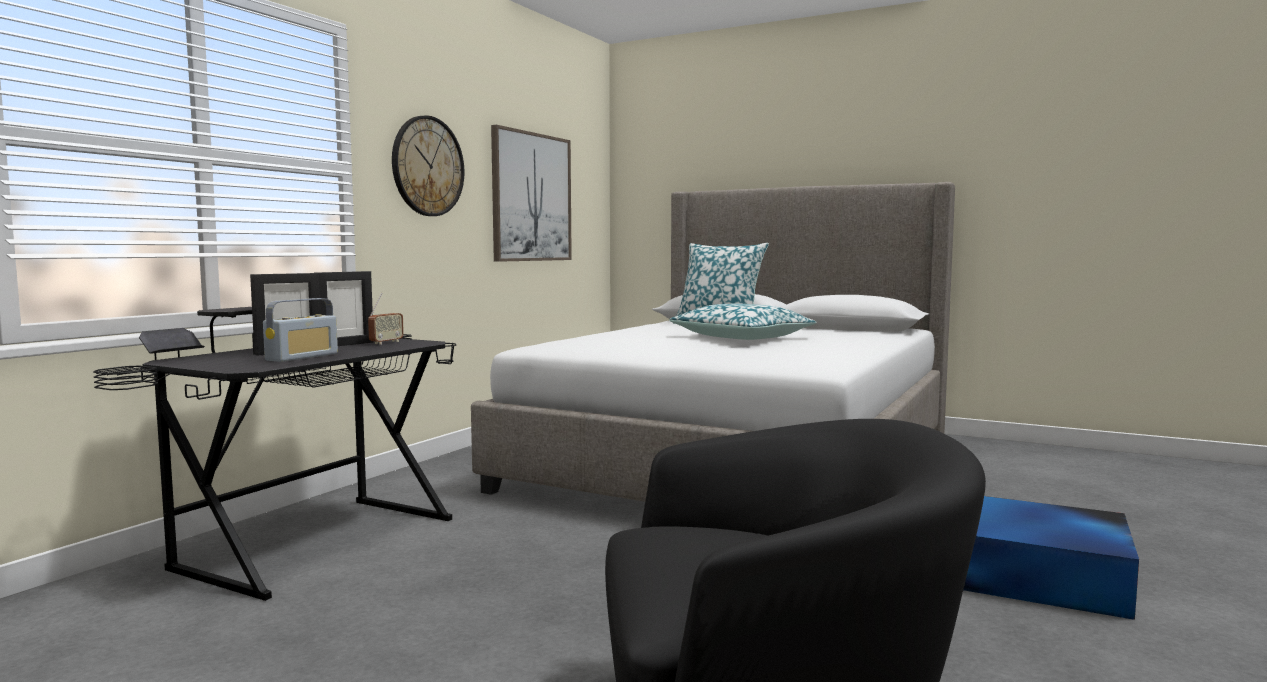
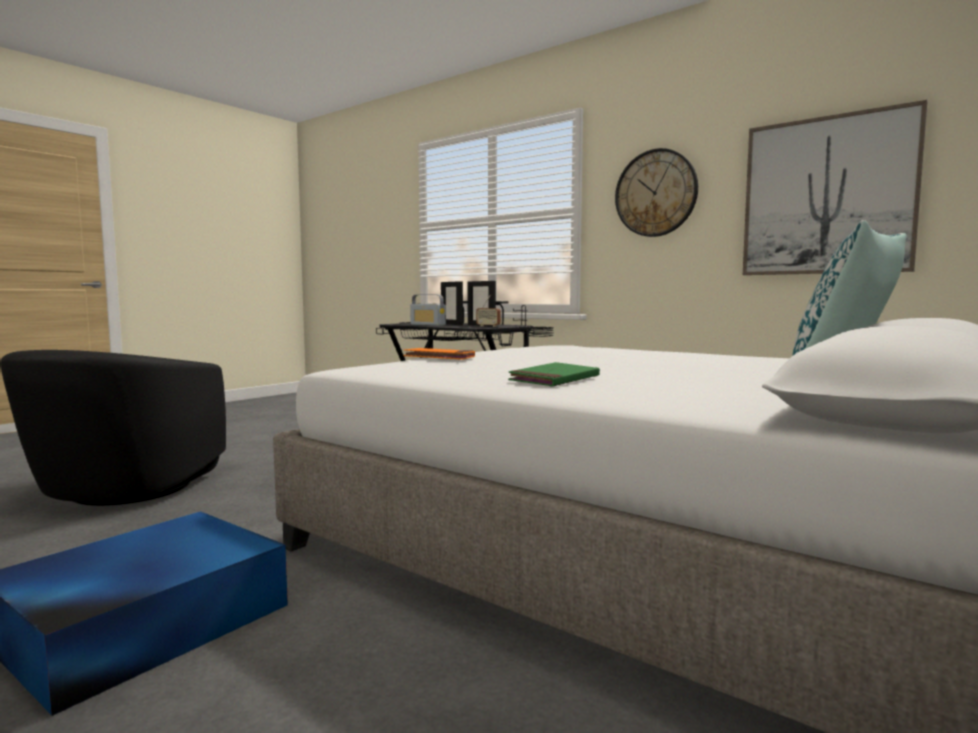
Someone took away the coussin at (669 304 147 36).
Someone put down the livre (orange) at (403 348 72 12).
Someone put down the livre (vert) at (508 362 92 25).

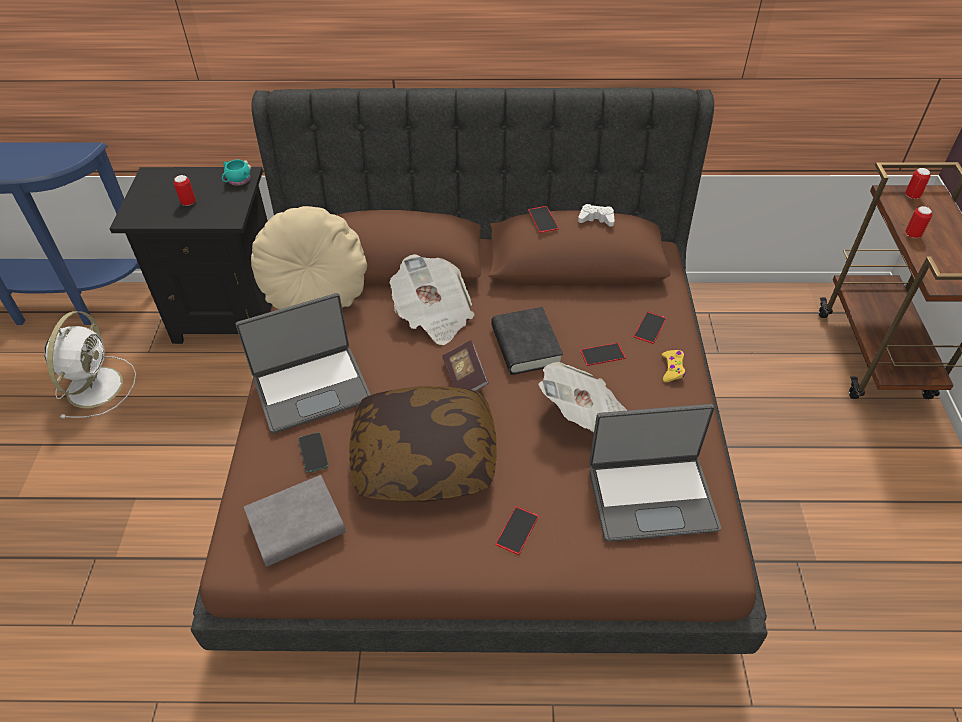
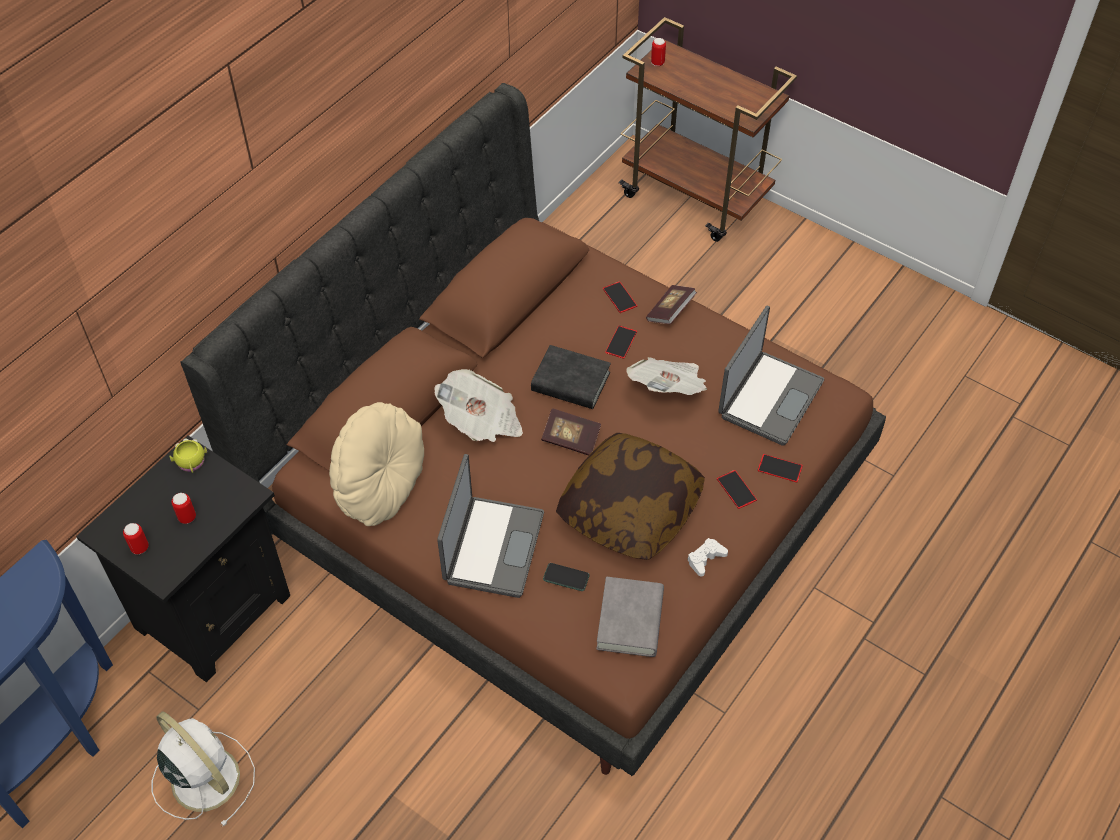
Someone repainted the mug (turquoise) at (222 159 29 27), which became the mug (jaune) at (169 439 38 34).
Someone carried the manette (blanc) from (578 204 37 23) to (687 538 41 39).
Someone carried the téléphone from (528 206 31 27) to (758 454 45 28).
Someone carried the boîte métallique from (905 206 27 32) to (123 523 26 31).
Someone swapped the manette (jaune) at (662 350 24 32) for the livre at (646 285 51 39).

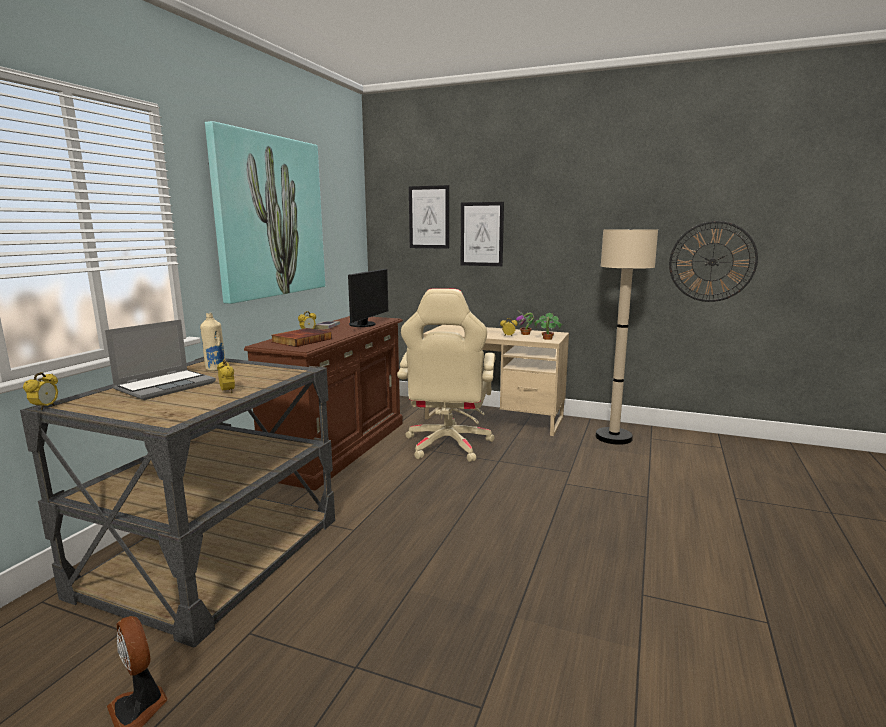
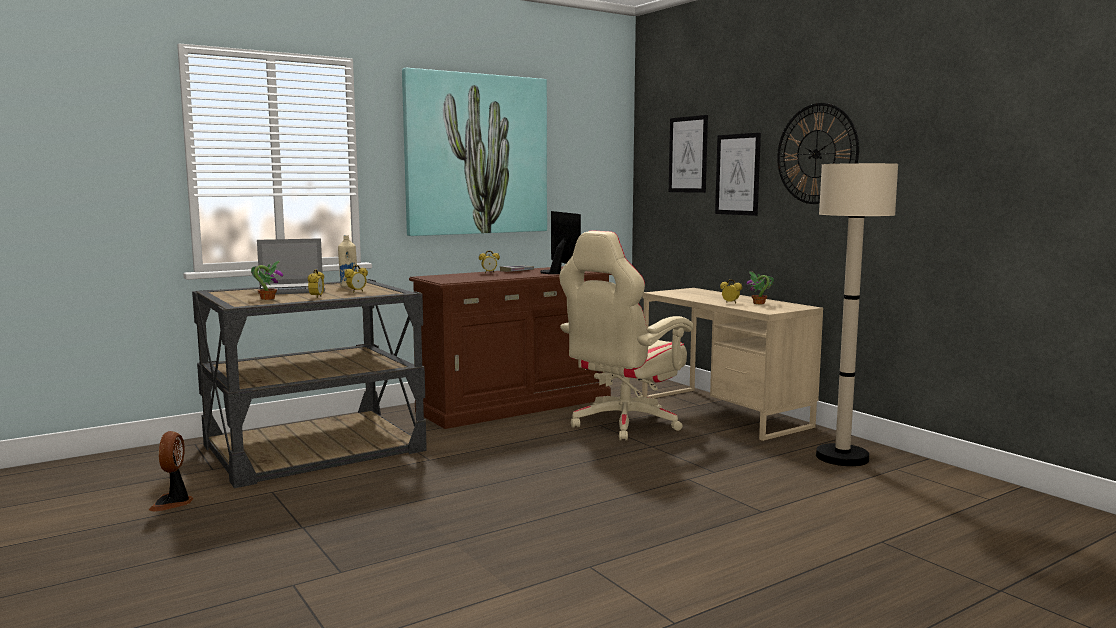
Someone carried the horloge murale from (669 221 89 81) to (777 103 82 101).
Someone rotated the écran d'ordinateur at (348 269 40 58) by 75 degrees counterclockwise.
Someone carried the plante en pot from (534 313 29 27) to (251 260 32 40).
Someone took away the livre at (271 328 61 19).
Someone carried the réveil from (23 372 35 38) to (344 265 24 28).

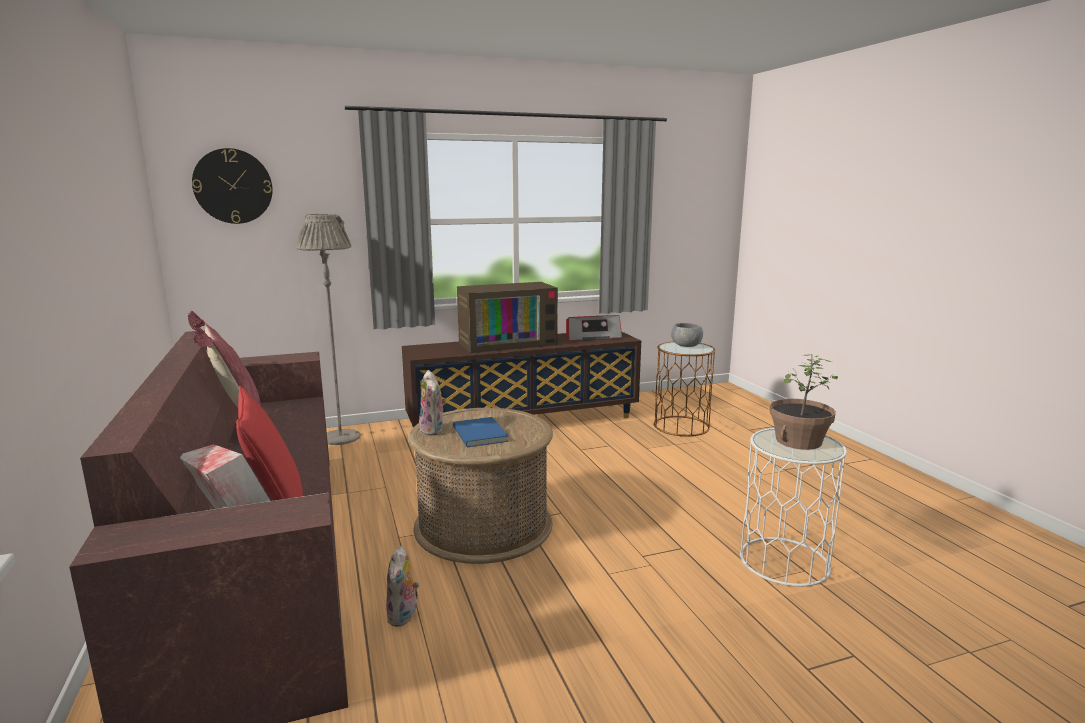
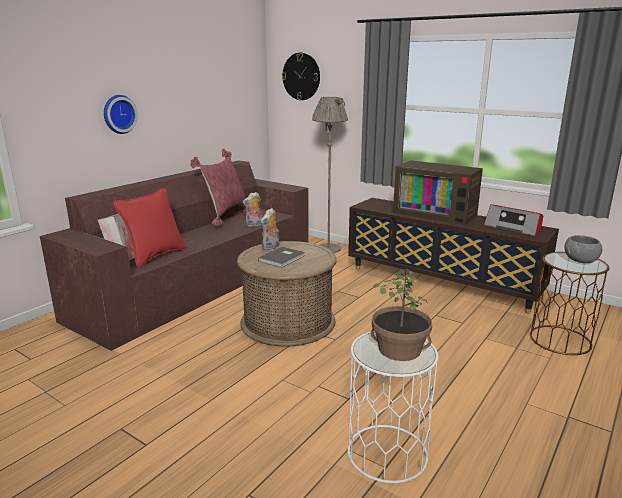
Someone repainted the livre (bleu) at (453 417 55 30), which became the livre (gris) at (258 247 47 21).
Someone carried the peluche from (386 546 33 81) to (243 192 19 35).
Someone put up the horloge murale at (104 95 34 39).

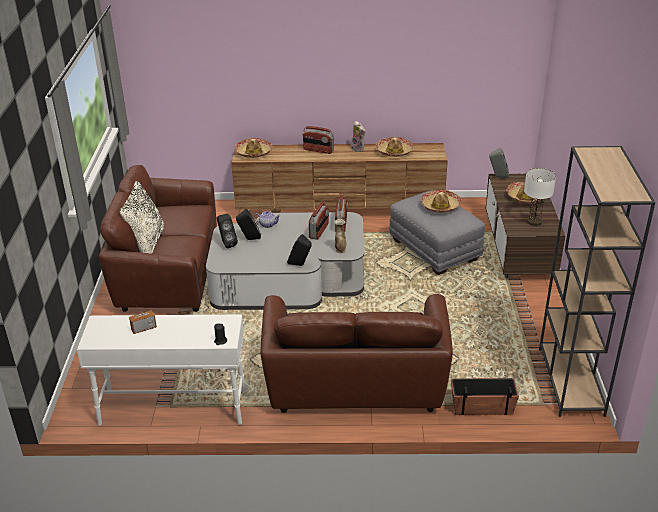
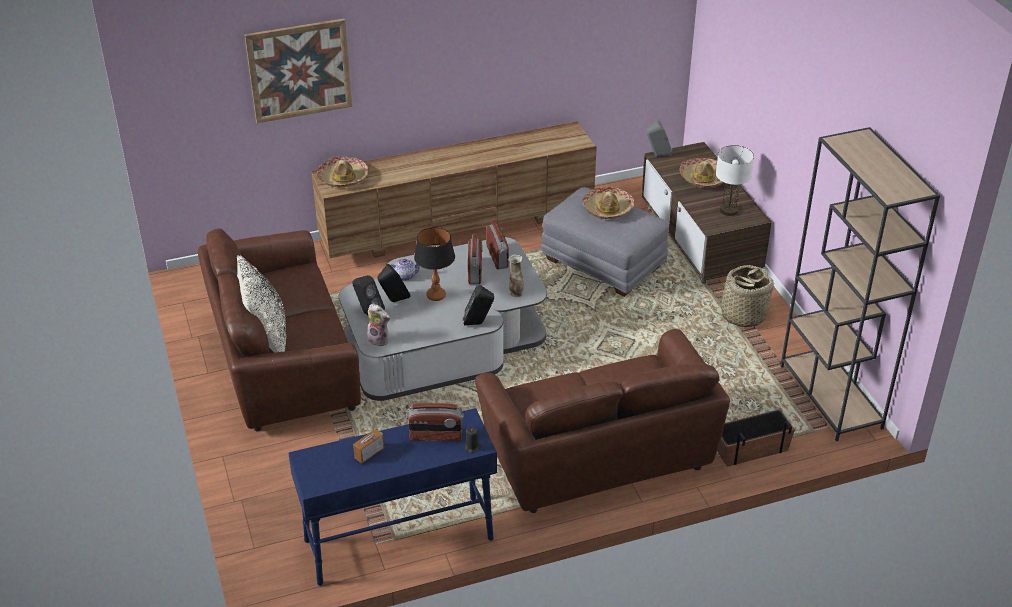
Someone carried the peluche from (351 121 14 31) to (367 304 23 43).
Someone carried the radio from (303 126 31 28) to (406 403 58 38).
Someone took away the chapeau at (375 137 39 20).
Someone repainted the table console (blanc) at (77 314 169 112), which became the table console (bleu) at (288 408 209 178).
Someone put up the tableau at (244 19 108 104).
Someone put down the lampe de table at (414 227 41 74).
Someone put down the panier at (712 265 62 63).

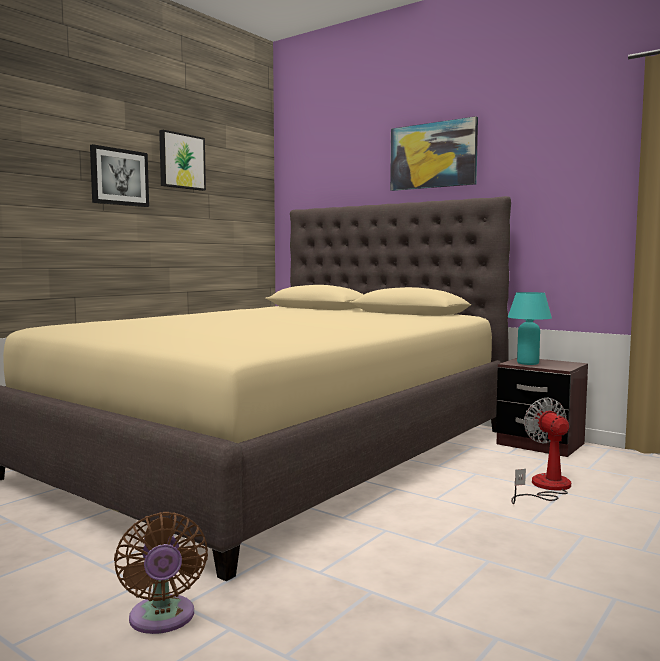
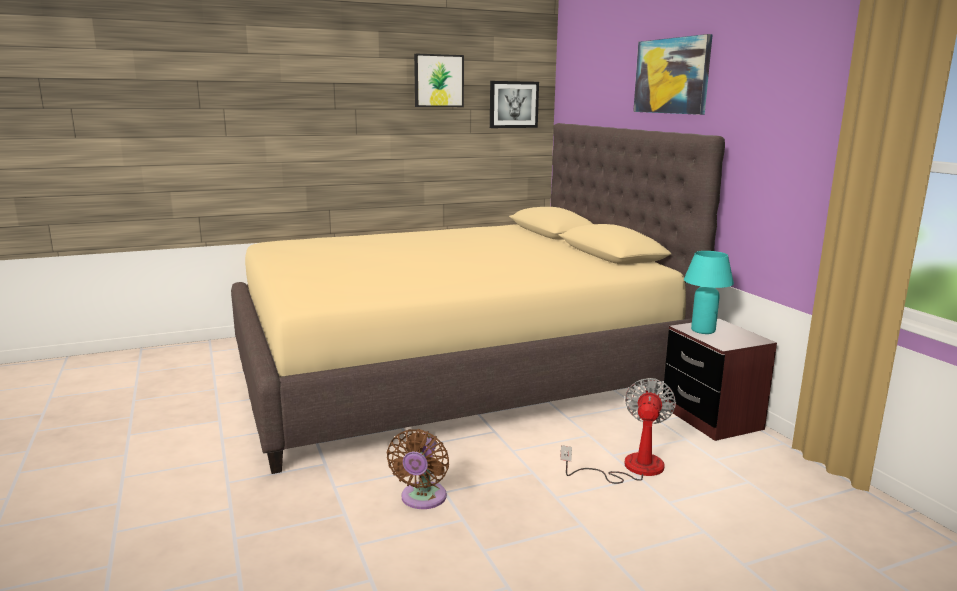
Someone carried the tableau from (90 144 59 63) to (490 81 49 47).
Someone carried the ventilateur (marron) from (114 512 94 122) to (387 429 62 80).

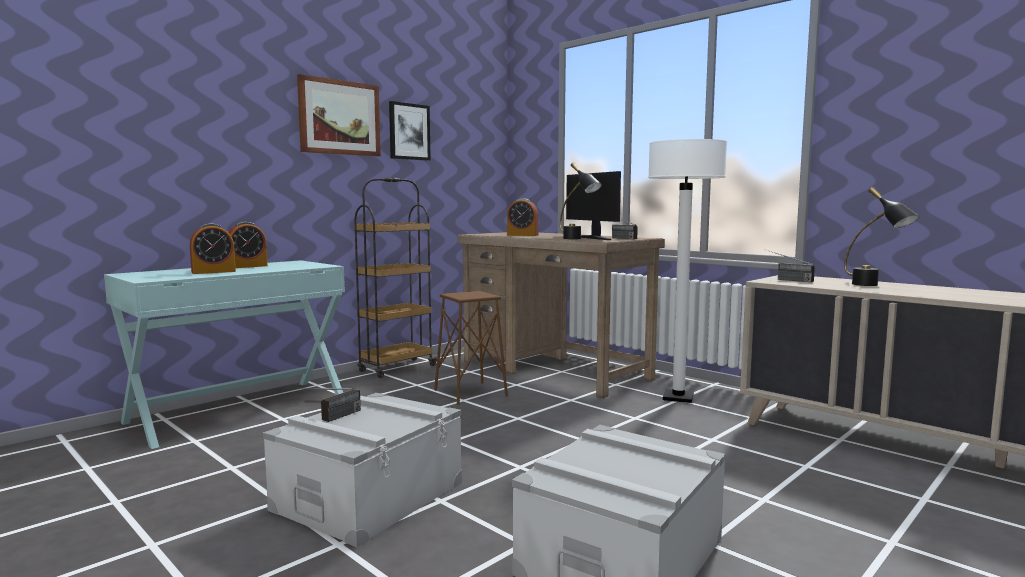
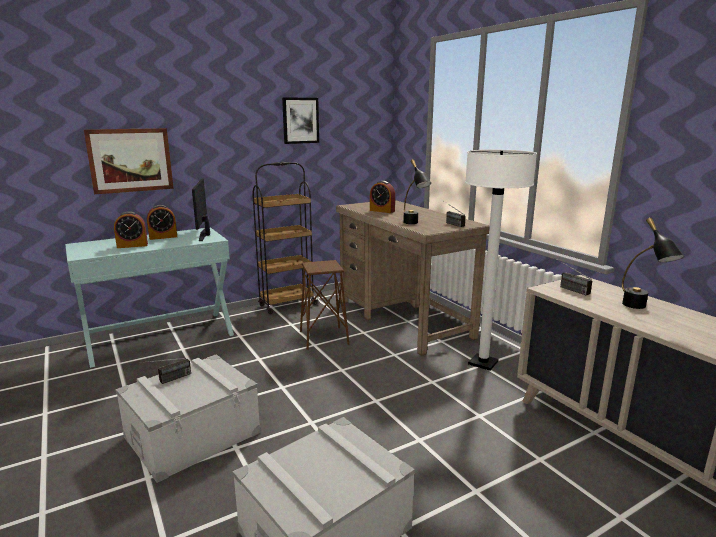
Someone carried the tableau from (297 74 84 82) to (84 128 90 66).
Someone carried the écran d'ordinateur from (566 171 55 69) to (192 179 18 62).

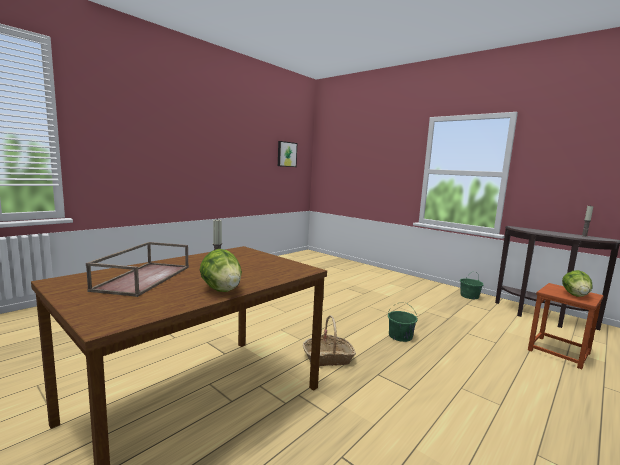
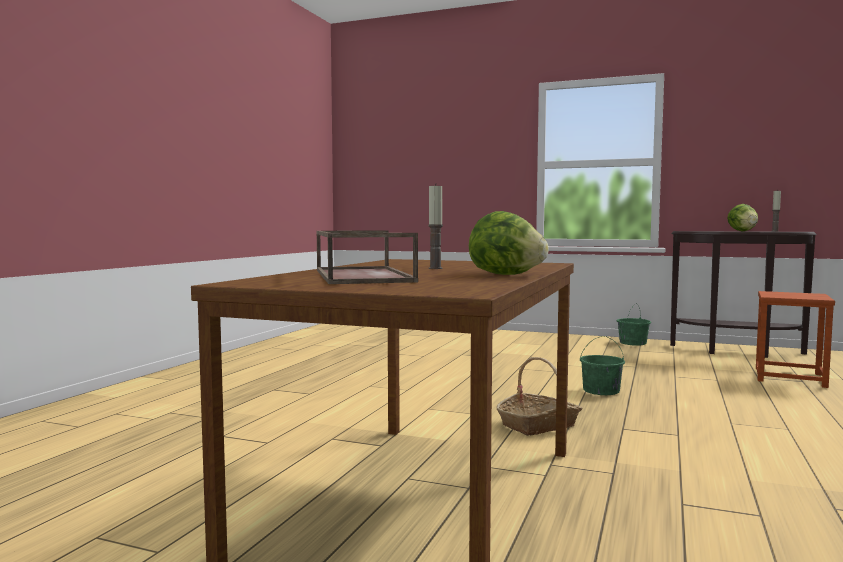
Someone took away the tableau at (278 141 19 26).
Someone carried the laitue from (562 270 31 27) to (727 204 31 27).

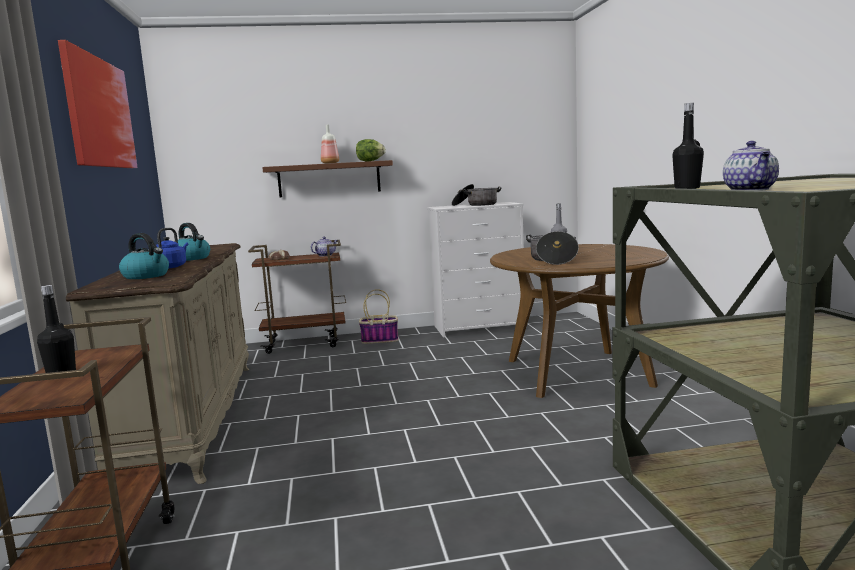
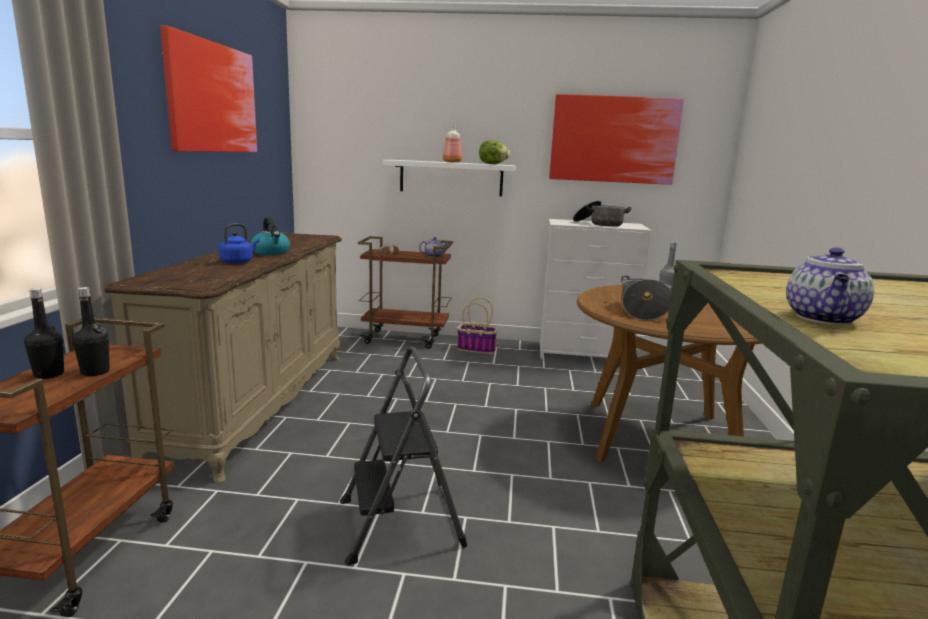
Someone carried the bouteille (noir) from (672 103 32 86) to (73 287 37 89).
Someone repainted the étagère (marron) at (262 160 131 37), which became the étagère (blanc) at (383 160 133 36).
Someone took away the bouilloire at (119 233 50 46).
Someone put up the tableau at (549 94 135 91).
Someone put down the escabeau (noir) at (340 346 127 220).

